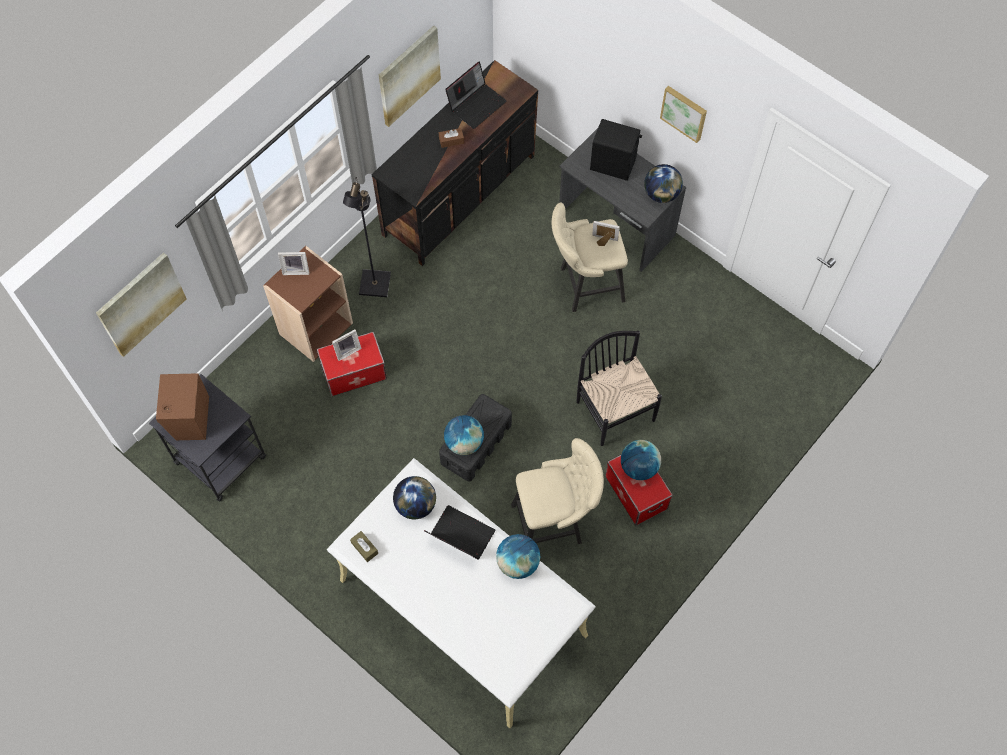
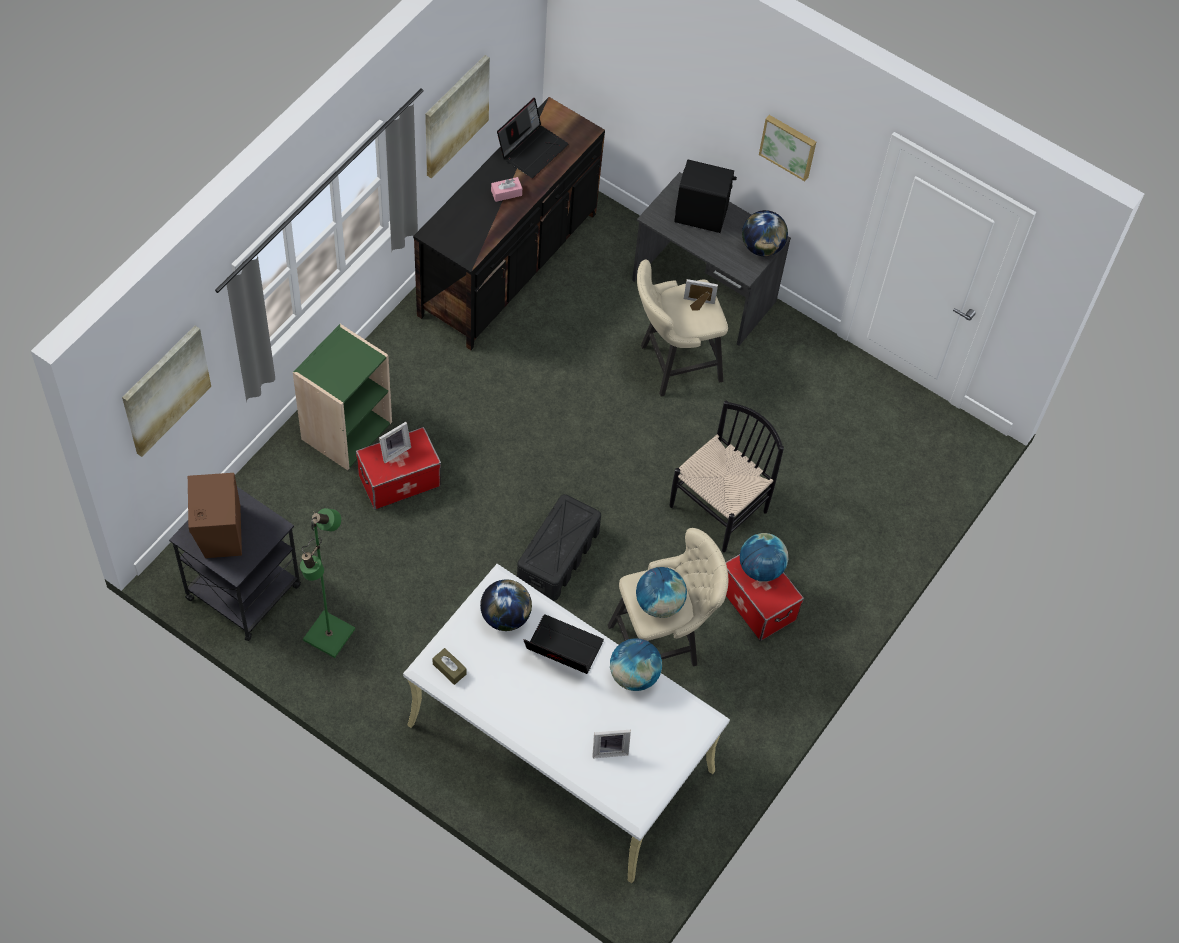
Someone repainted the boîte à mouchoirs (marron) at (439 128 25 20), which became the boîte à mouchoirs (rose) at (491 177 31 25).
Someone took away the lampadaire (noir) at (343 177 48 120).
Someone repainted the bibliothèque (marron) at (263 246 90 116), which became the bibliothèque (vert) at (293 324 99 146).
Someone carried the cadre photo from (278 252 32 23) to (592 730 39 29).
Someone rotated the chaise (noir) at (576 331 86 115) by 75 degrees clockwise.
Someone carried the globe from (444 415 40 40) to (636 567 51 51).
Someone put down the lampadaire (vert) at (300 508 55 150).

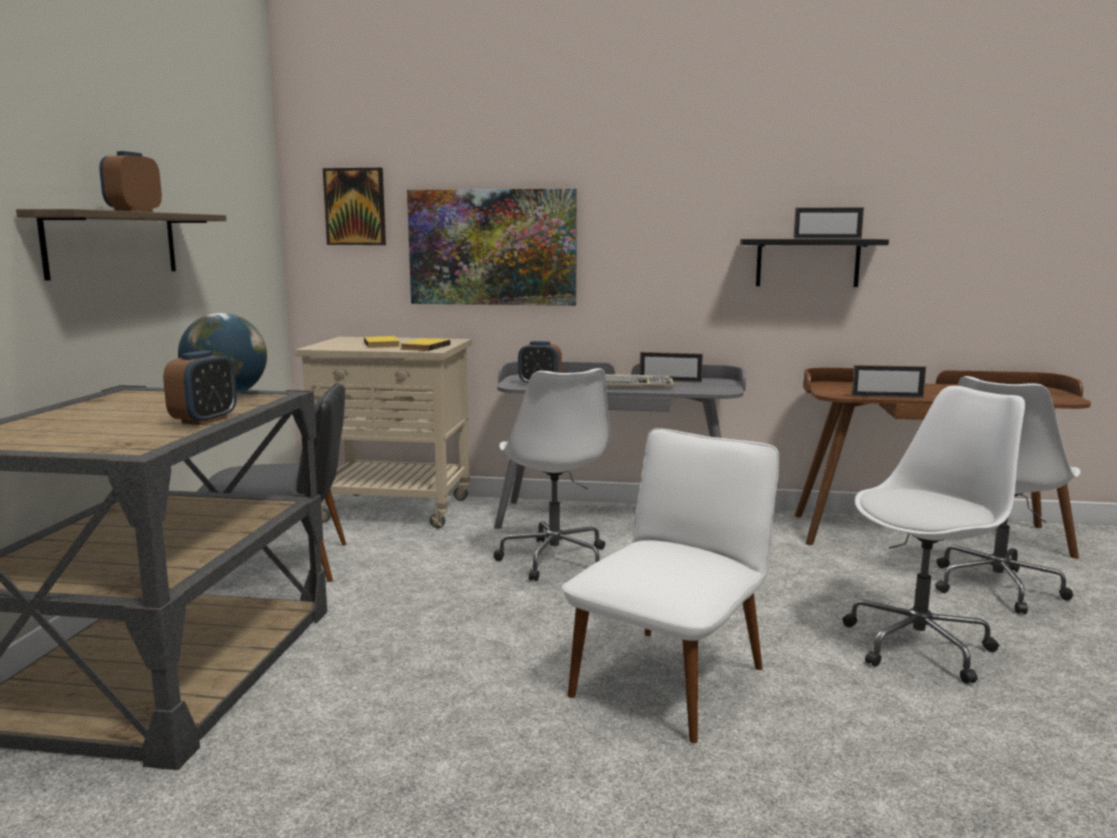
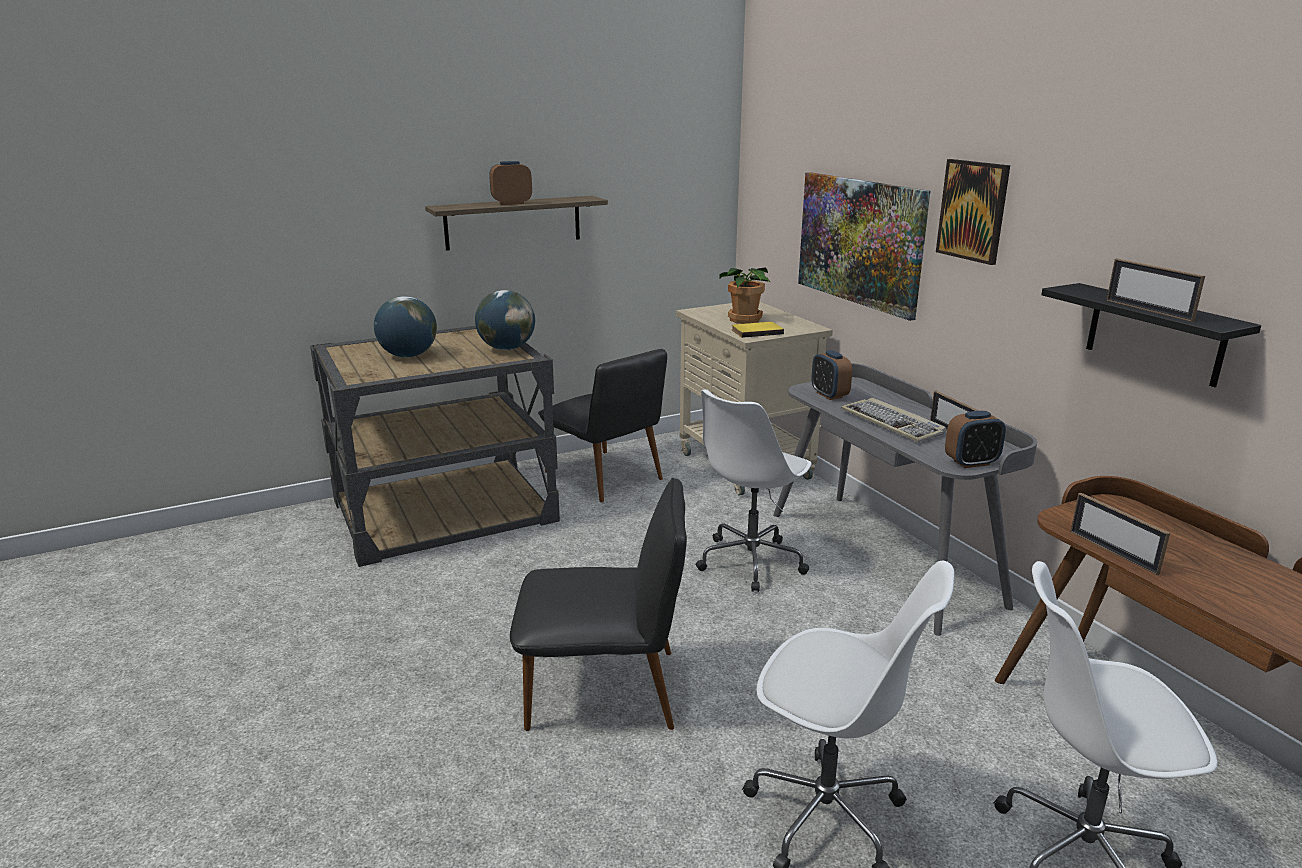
Someone carried the tableau from (323 168 63 77) to (936 159 74 106).
Someone swapped the livre (jaune) at (364 336 36 12) for the plante en pot at (720 267 51 57).
Someone carried the réveil from (163 351 74 74) to (945 411 61 57).
Someone repainted the chaise (blanc) at (562 428 217 315), which became the chaise (noir) at (510 478 177 253).
Someone put down the globe at (374 296 63 61).

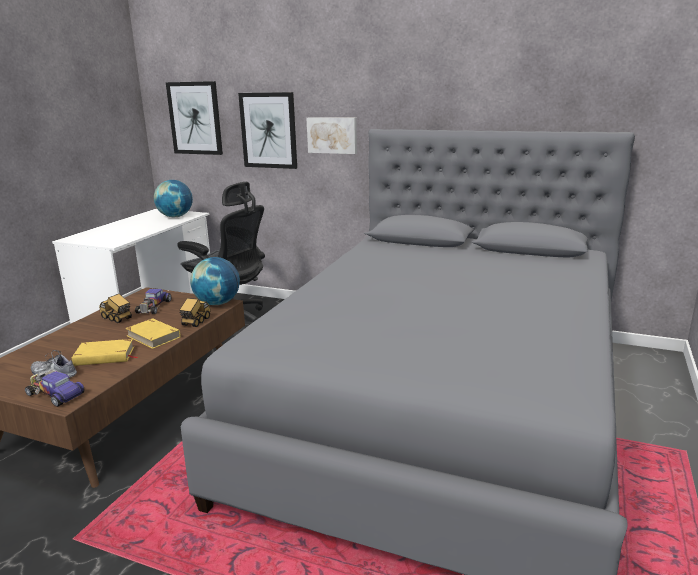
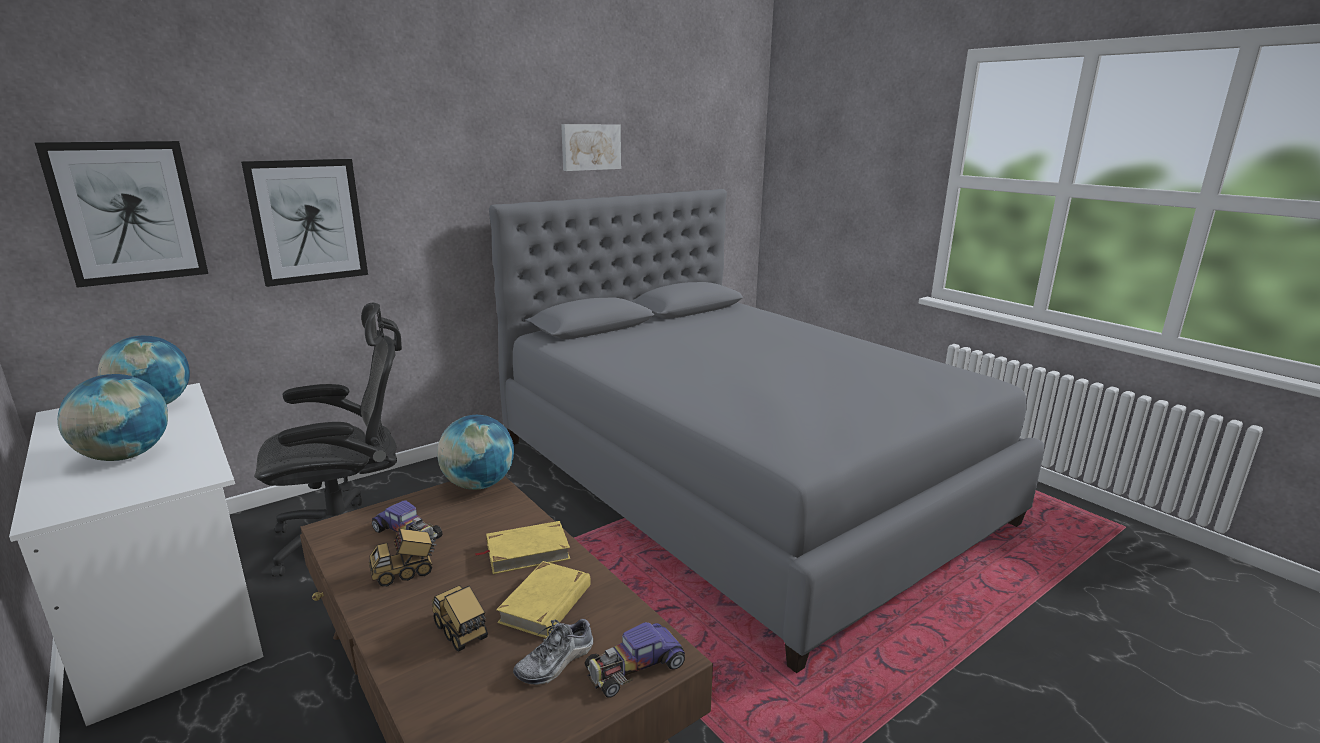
Someone carried the tableau from (306 117 51 37) to (561 124 60 47).
Someone carried the camion jouet from (179 298 32 29) to (432 585 56 67).
Someone put down the globe at (57 374 111 87).

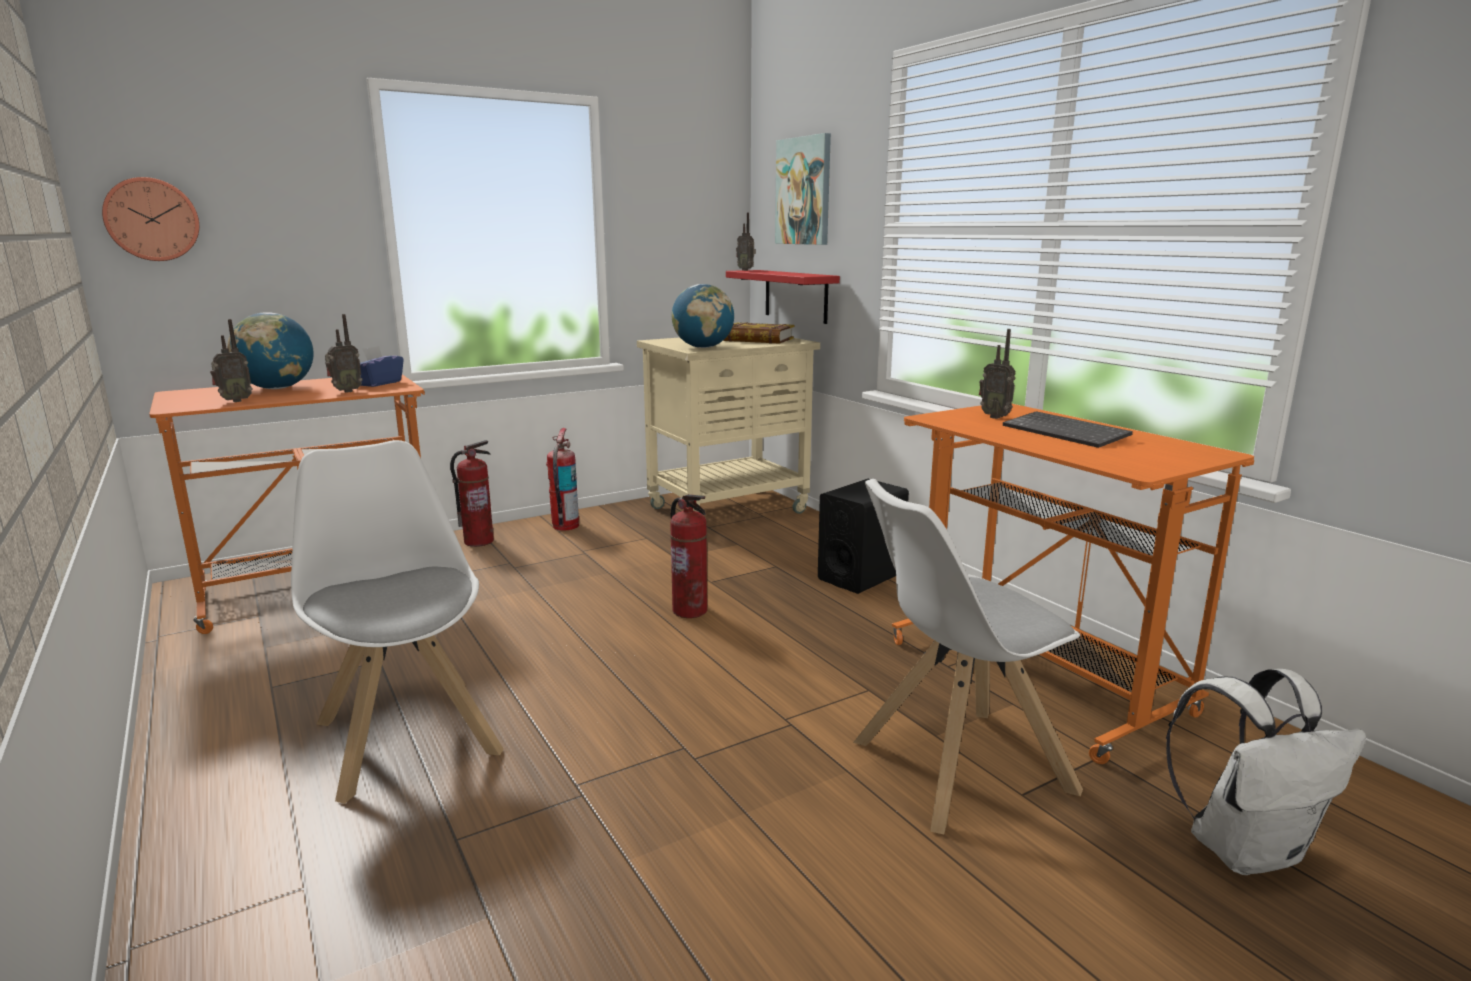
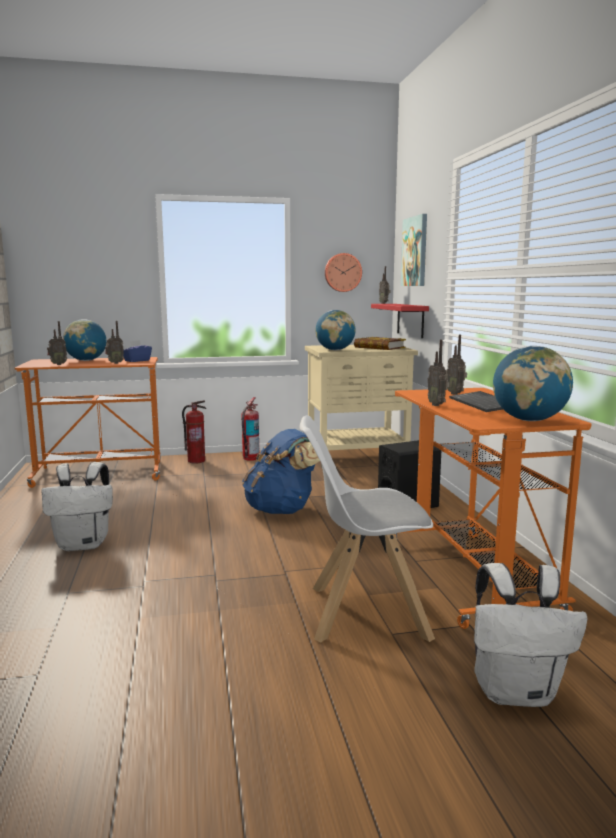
Someone carried the horloge murale from (102 177 97 84) to (325 253 37 39).
Someone swapped the chaise at (291 440 213 364) for the sac à dos (blanc) at (42 462 71 89).
Someone swapped the extincteur at (670 494 37 124) for the sac à dos (bleu) at (242 429 78 85).
Someone put down the radio at (428 340 22 66).
Someone put down the globe at (493 346 80 75).

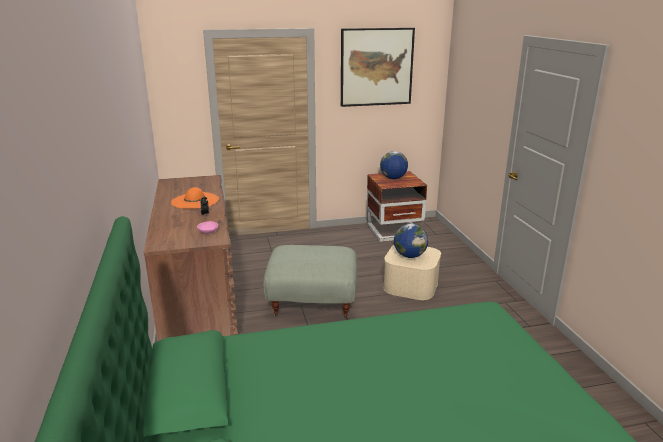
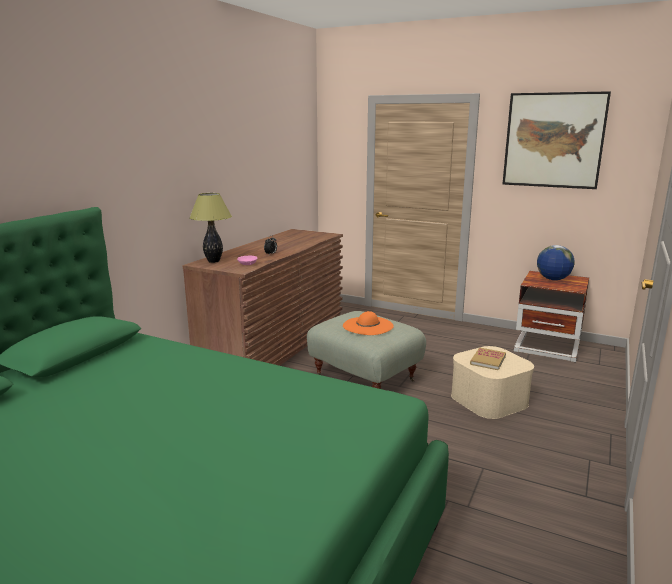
Someone carried the chapeau (orange) from (171 187 48 22) to (343 311 51 24).
Someone swapped the globe at (394 224 34 34) for the livre at (470 348 36 22).
Someone put down the lampe de table at (189 193 43 70).

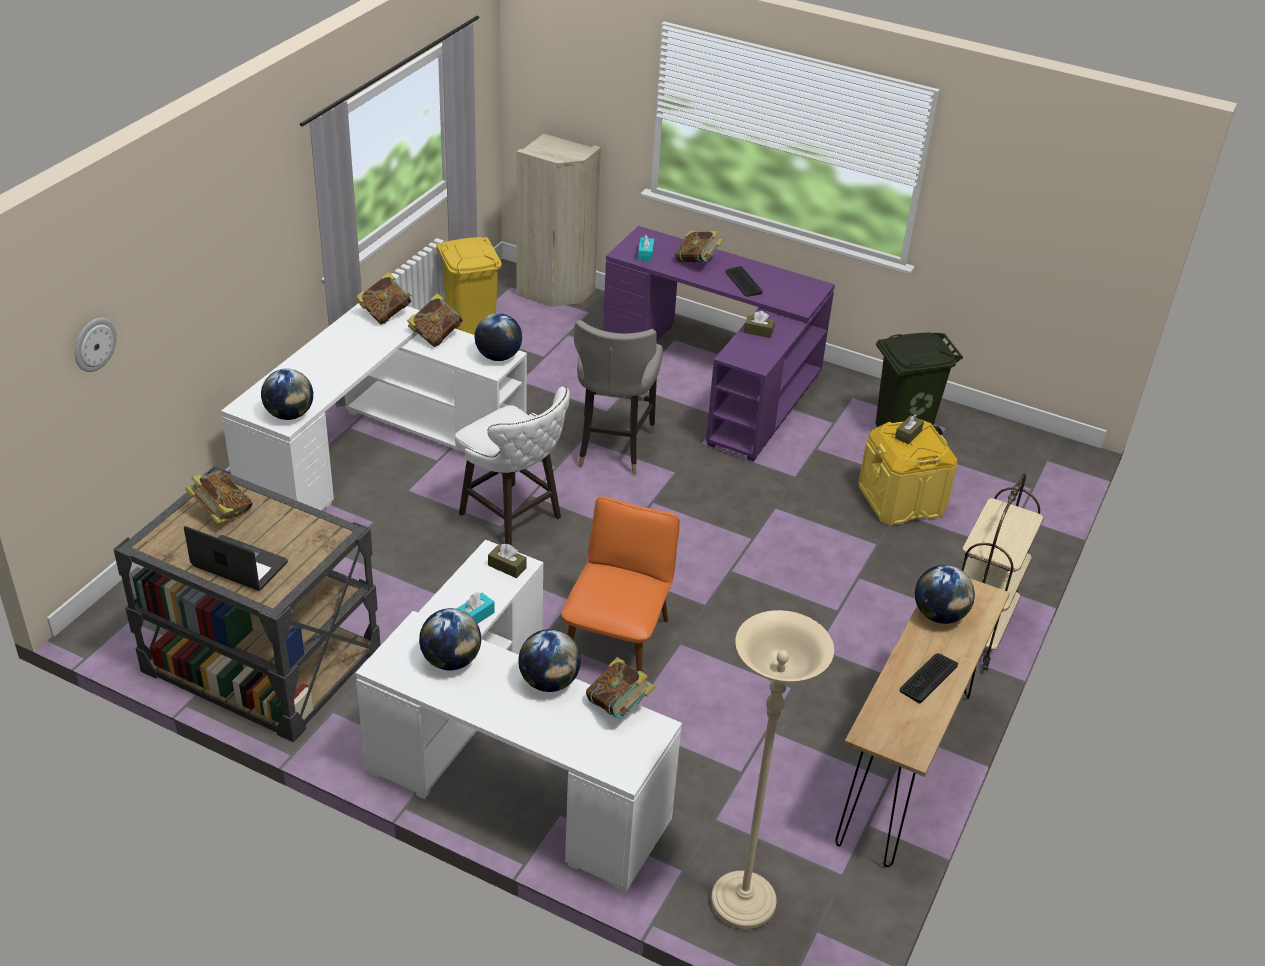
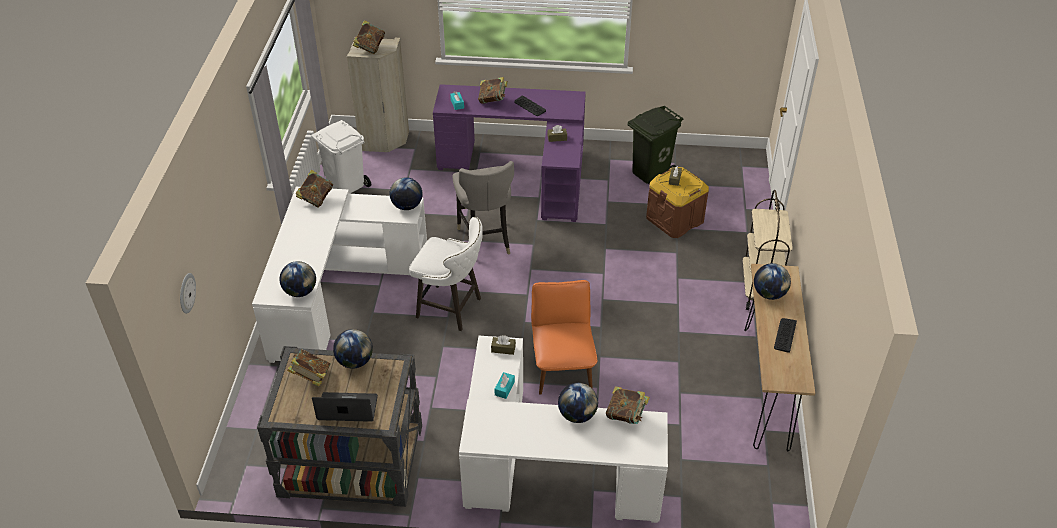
Someone repainted the poubelle (jaune) at (436 237 66 98), which became the poubelle (blanc) at (311 120 60 74).
Someone carried the livre from (407 293 56 54) to (353 20 32 34).
Someone repainted the boîte de rangement (jaune) at (858 419 99 106), which became the boîte de rangement (marron) at (646 167 63 71).
Someone carried the globe from (419 608 62 62) to (333 329 40 40).
Someone took away the lampadaire (beige) at (711 610 123 319).

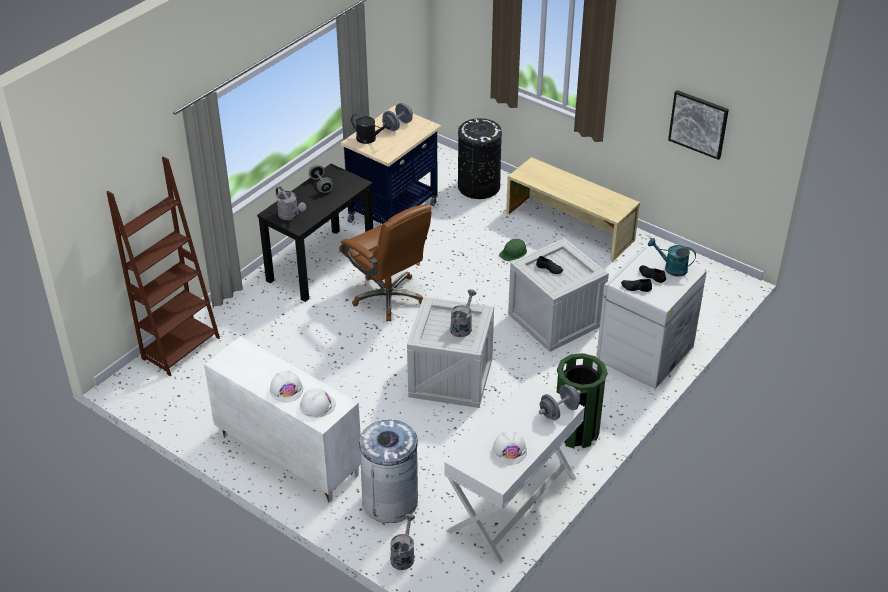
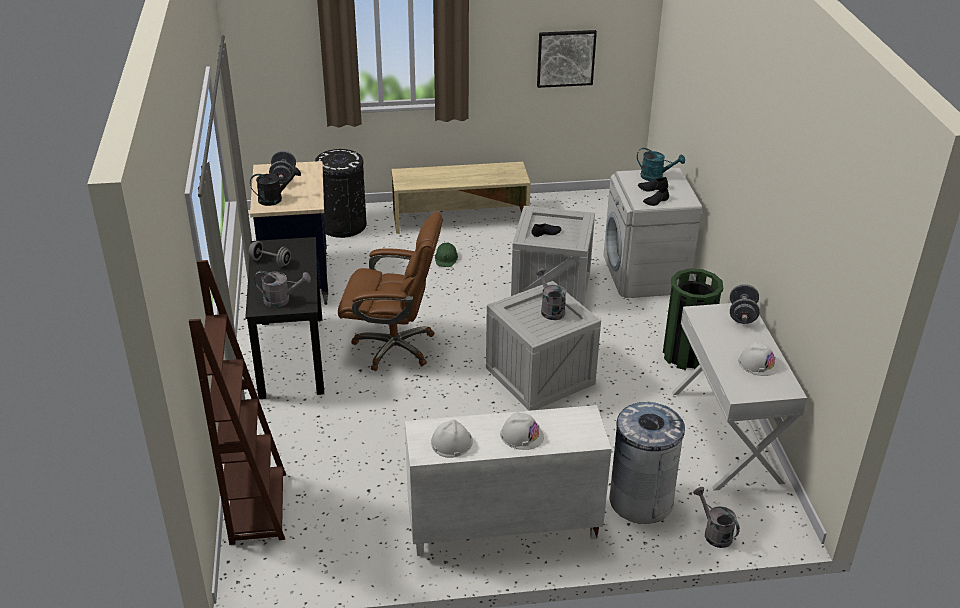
Someone rotated the arrosoir (turquoise) at (648 238 48 38) by 135 degrees counterclockwise.
Someone carried the casque de chantier (blanc) from (300 388 36 30) to (431 419 42 39).

